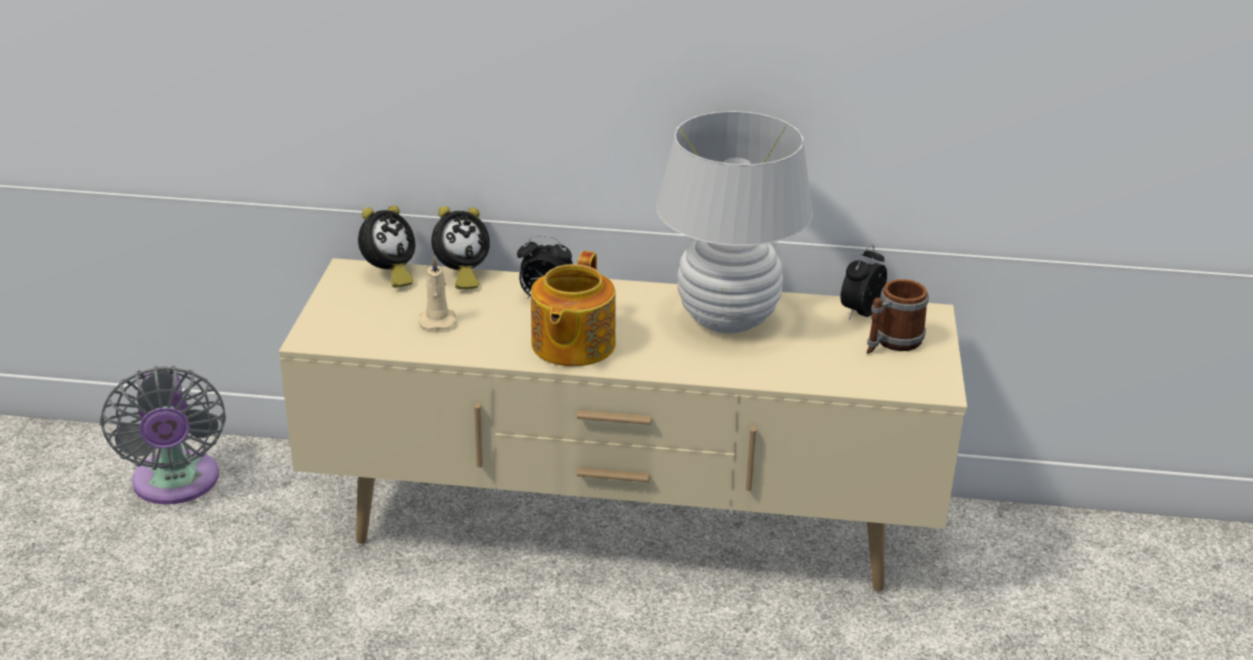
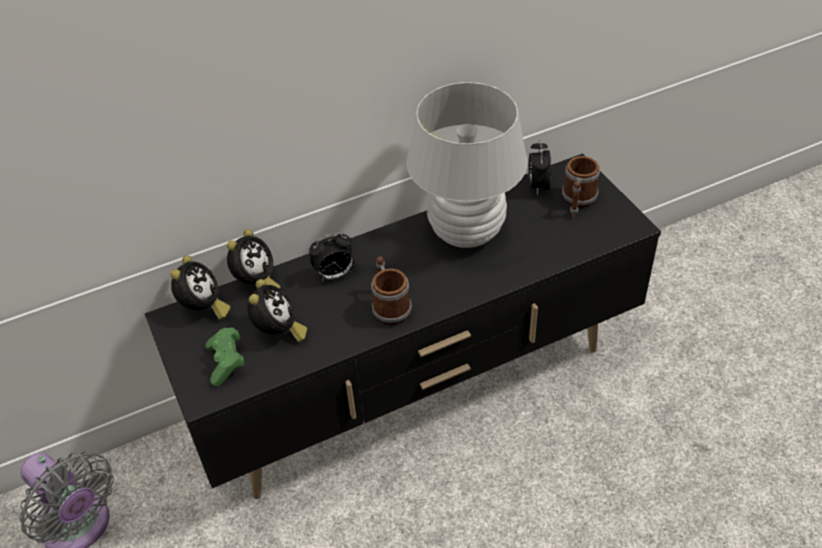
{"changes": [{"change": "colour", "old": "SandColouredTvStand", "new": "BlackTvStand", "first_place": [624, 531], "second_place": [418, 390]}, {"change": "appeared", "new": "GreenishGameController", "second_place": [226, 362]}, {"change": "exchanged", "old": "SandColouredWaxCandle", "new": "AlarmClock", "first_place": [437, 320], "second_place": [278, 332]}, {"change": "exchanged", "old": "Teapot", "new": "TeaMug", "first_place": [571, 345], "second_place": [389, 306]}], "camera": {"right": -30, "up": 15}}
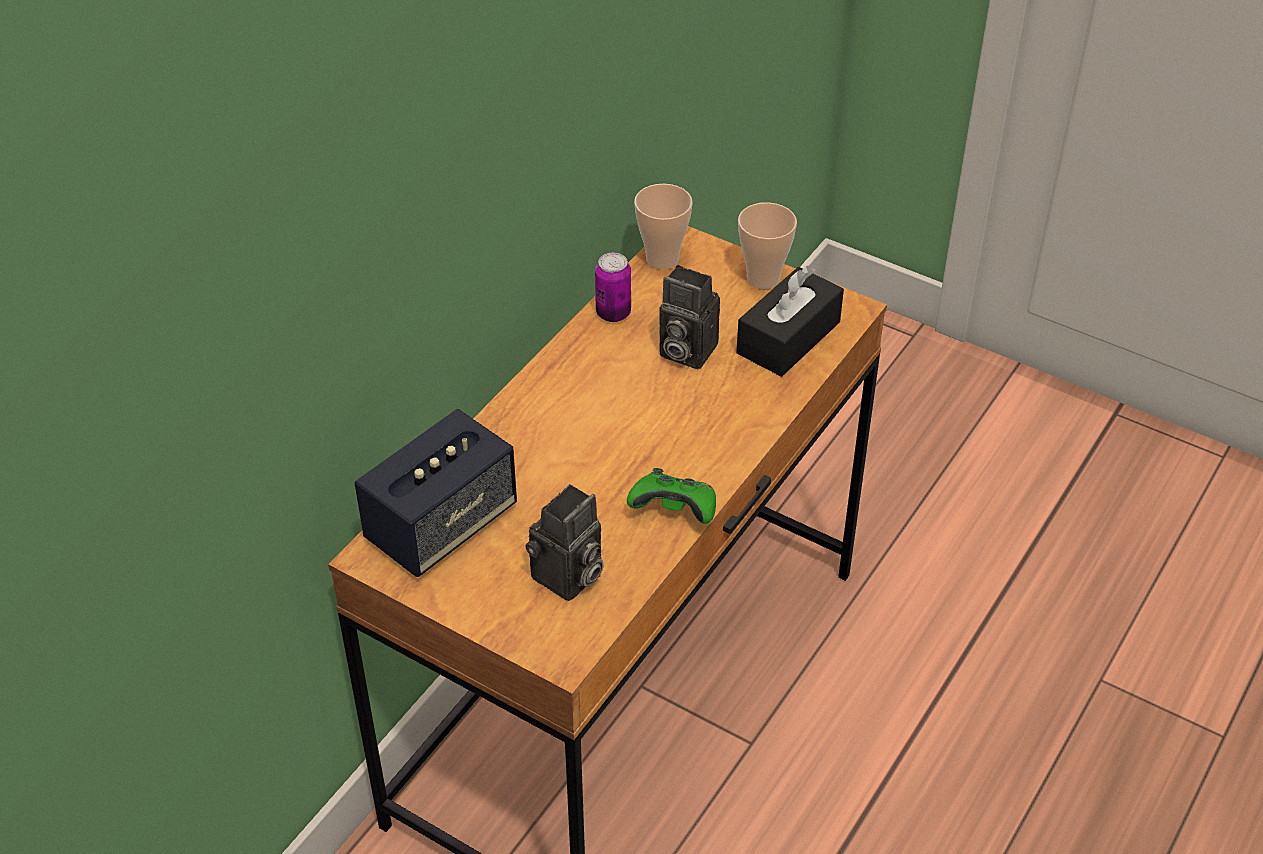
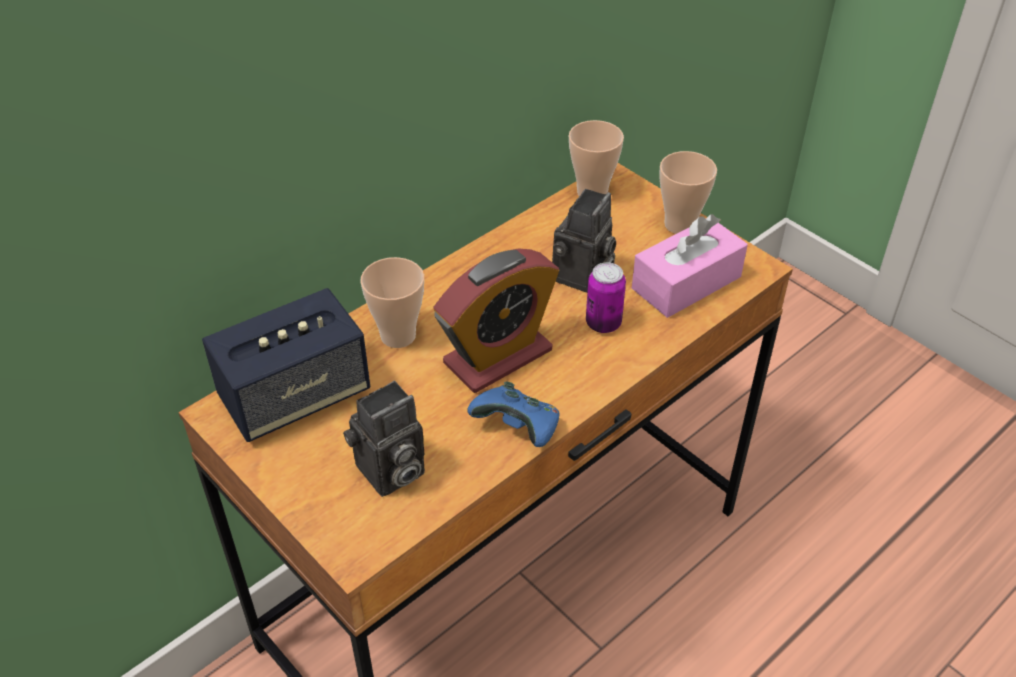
{"changes": [{"change": "appeared", "new": "Cup", "second_place": [398, 336]}, {"change": "appeared", "new": "AlarmClock", "second_place": [498, 357]}, {"change": "colour", "old": "GreenishGameController", "new": "BlueGameController", "first_place": [675, 512], "second_place": [518, 429]}, {"change": "spun", "old": "StillCamera", "first_place": [684, 351], "second_place": [582, 277], "degrees": -105}, {"change": "relocated", "old": "MetalCan", "first_place": [613, 313], "second_place": [603, 323]}, {"change": "colour", "old": "BlackBoxOfTissues", "new": "PinkColouredBoxOfTissues", "first_place": [788, 338], "second_place": [686, 282]}], "camera": {"right": 15, "up": 0}}
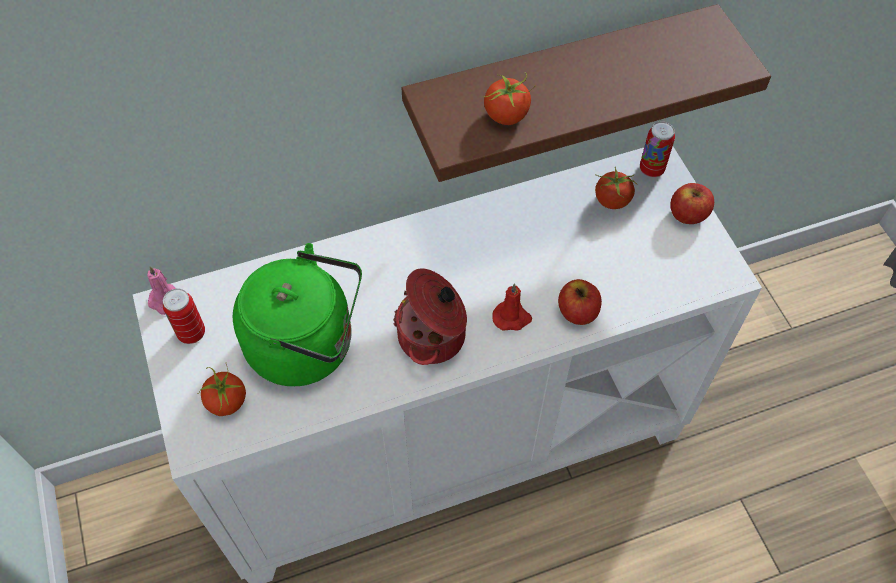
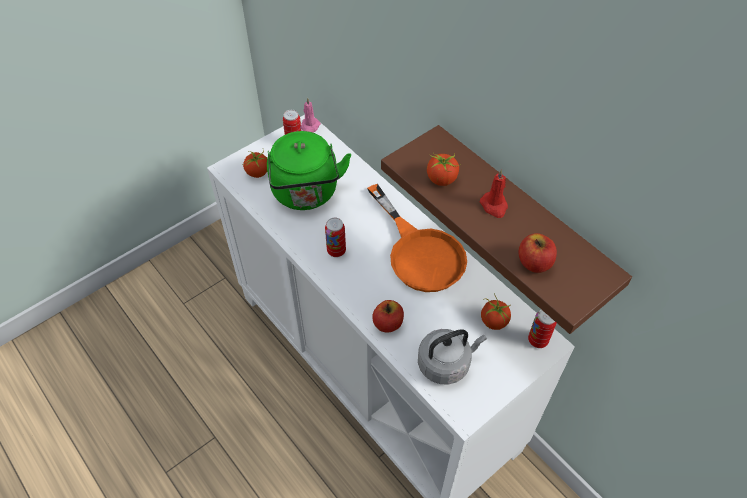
{"changes": [{"change": "exchanged", "old": "CookingPot", "new": "MetalCan", "first_place": [434, 336], "second_place": [336, 251]}, {"change": "appeared", "new": "OrangeyFryingPan", "second_place": [420, 252]}, {"change": "appeared", "new": "GreyishWaterKettle", "second_place": [446, 363]}, {"change": "relocated", "old": "ReddishWaxCandle", "first_place": [512, 318], "second_place": [494, 206]}, {"change": "relocated", "old": "AppleFruit", "first_place": [688, 214], "second_place": [534, 263]}], "camera": {"right": 70, "up": -5}}
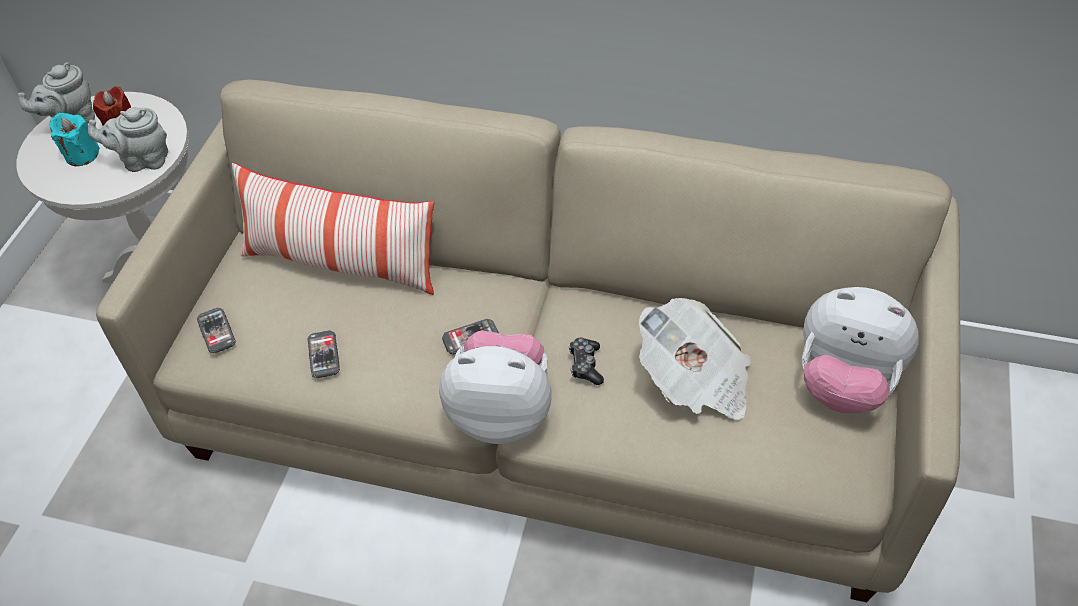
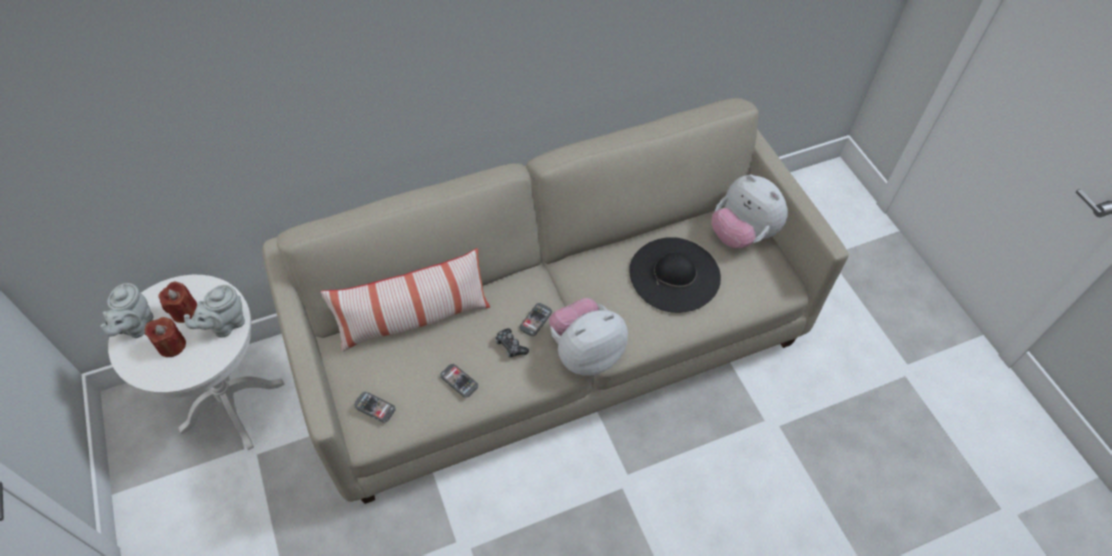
{"changes": [{"change": "colour", "old": "BlueGreenWaxCandle", "new": "ReddishWaxCandle", "first_place": [82, 155], "second_place": [172, 345]}, {"change": "relocated", "old": "GameController", "first_place": [585, 365], "second_place": [510, 346]}, {"change": "exchanged", "old": "Newspaper", "new": "BlackWearableHat", "first_place": [694, 380], "second_place": [674, 274]}, {"change": "spun", "old": "CuddlyToy", "first_place": [844, 382], "second_place": [742, 234], "degrees": 60}], "camera": {"right": -40, "up": 5}}
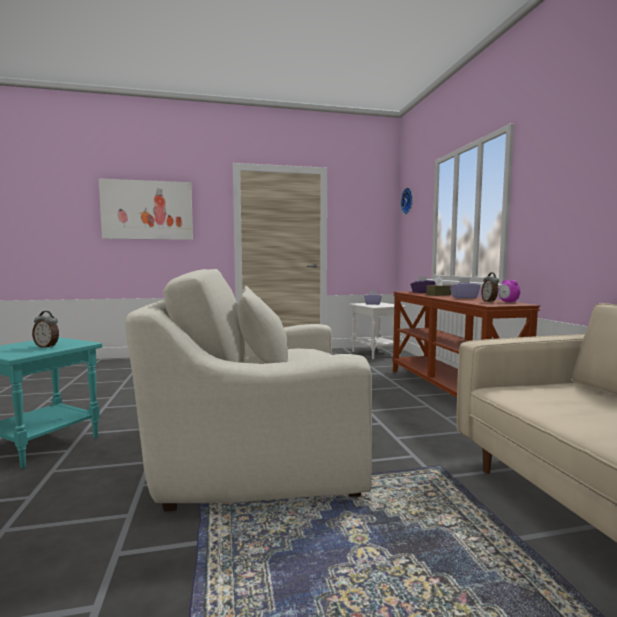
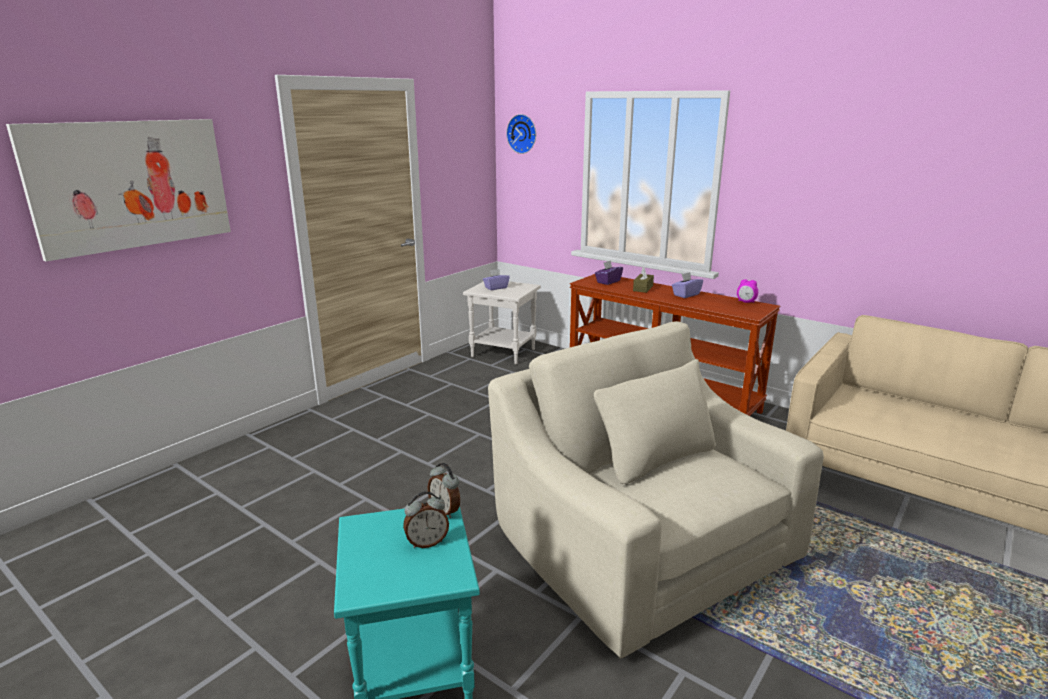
{"changes": [{"change": "relocated", "old": "AlarmClock", "first_place": [489, 302], "second_place": [445, 511]}, {"change": "spun", "old": "SandColouredLoungeChair", "first_place": [256, 450], "second_place": [642, 547], "degrees": 105}], "camera": {"right": -40, "up": 15}}
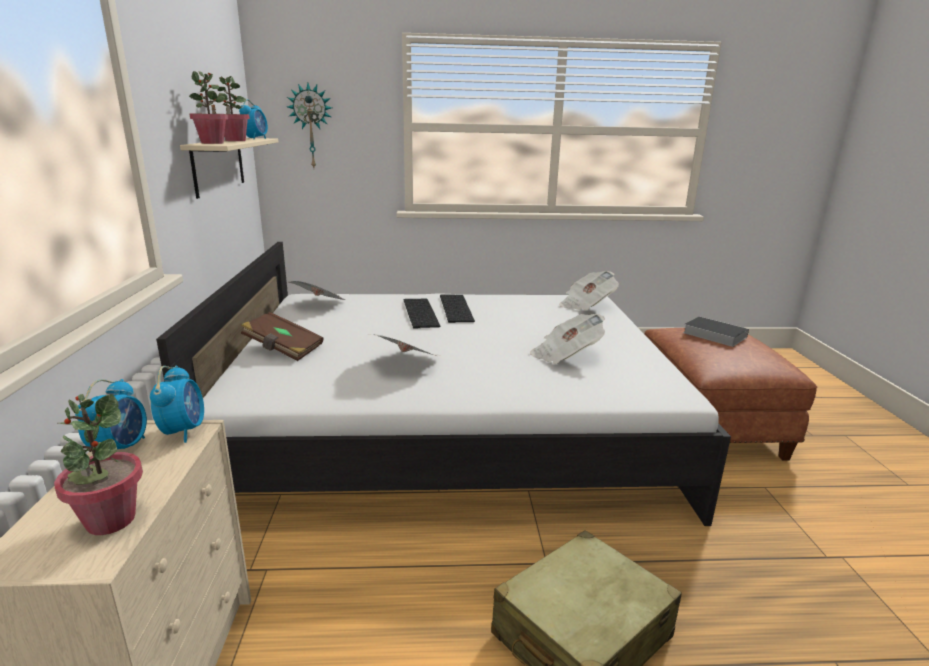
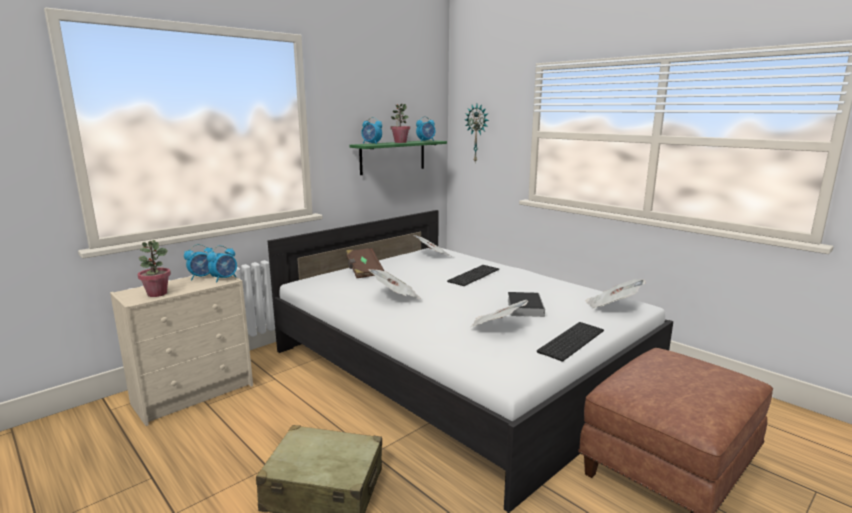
{"changes": [{"change": "colour", "old": "SandColouredWallShelf", "new": "GreenishWallShelf", "first_place": [218, 165], "second_place": [393, 157]}, {"change": "exchanged", "old": "PlantInAPot", "new": "AlarmClock", "first_place": [212, 143], "second_place": [371, 144]}, {"change": "relocated", "old": "Volume", "first_place": [712, 334], "second_place": [524, 307]}, {"change": "relocated", "old": "ComputerKeyboard", "first_place": [454, 308], "second_place": [570, 340]}], "camera": {"right": 50, "up": -5}}
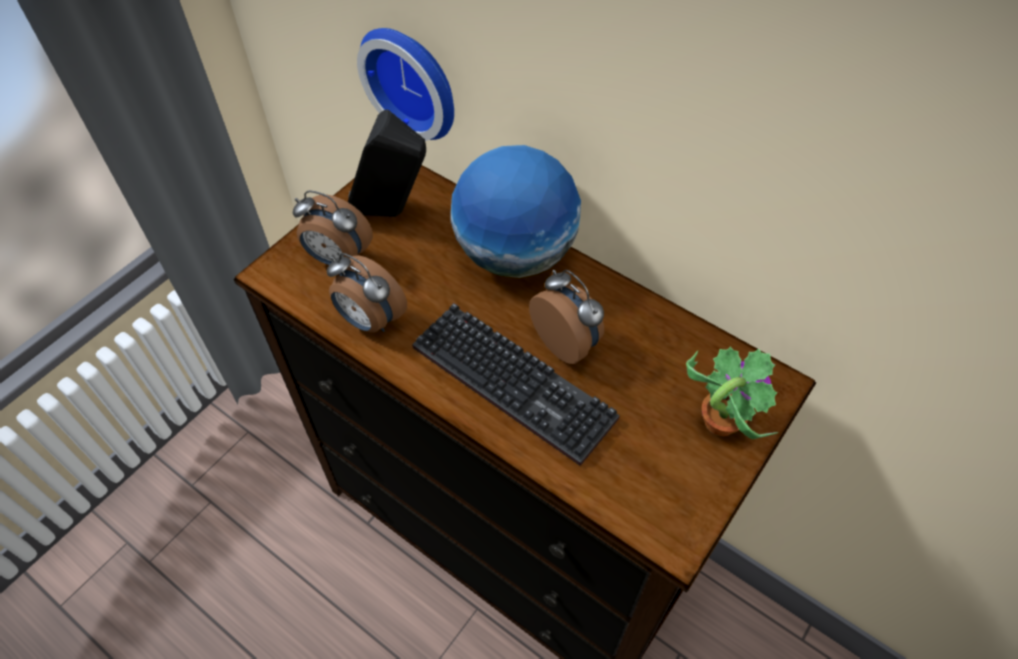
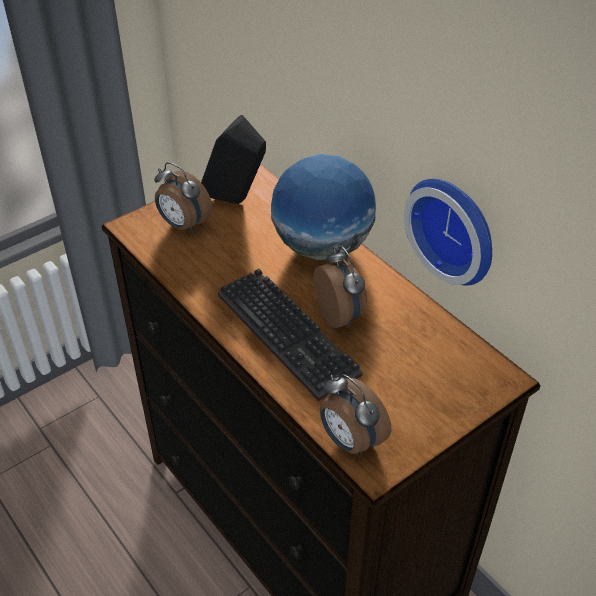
{"changes": [{"change": "relocated", "old": "AlarmClock", "first_place": [370, 320], "second_place": [350, 441]}, {"change": "relocated", "old": "HangingClock", "first_place": [413, 80], "second_place": [455, 228]}, {"change": "missing", "old": "PlantInAPot", "first_place": [719, 421]}], "camera": {"right": 15, "up": -10}}
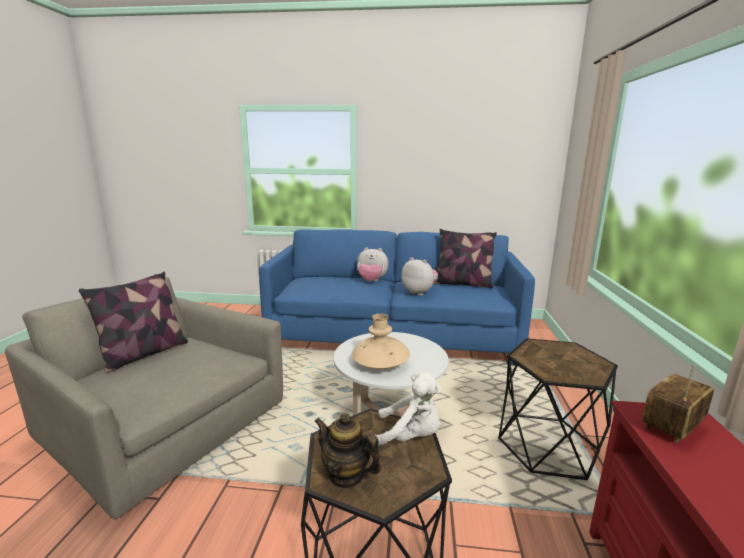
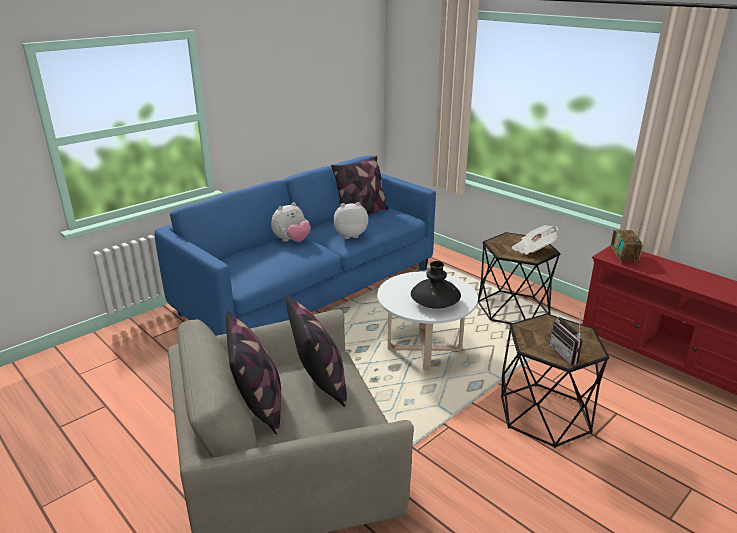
{"changes": [{"change": "appeared", "new": "ThrowPillow", "second_place": [320, 382]}, {"change": "colour", "old": "SandColouredDecorativeVase", "new": "BlackDecorativeVase", "first_place": [380, 363], "second_place": [435, 302]}, {"change": "appeared", "new": "Newspaper", "second_place": [533, 250]}, {"change": "exchanged", "old": "Teapot", "new": "RadioReceiver", "first_place": [346, 475], "second_place": [567, 354]}, {"change": "missing", "old": "WhiteCuddlyToy", "first_place": [409, 437]}], "camera": {"right": -50, "up": 10}}
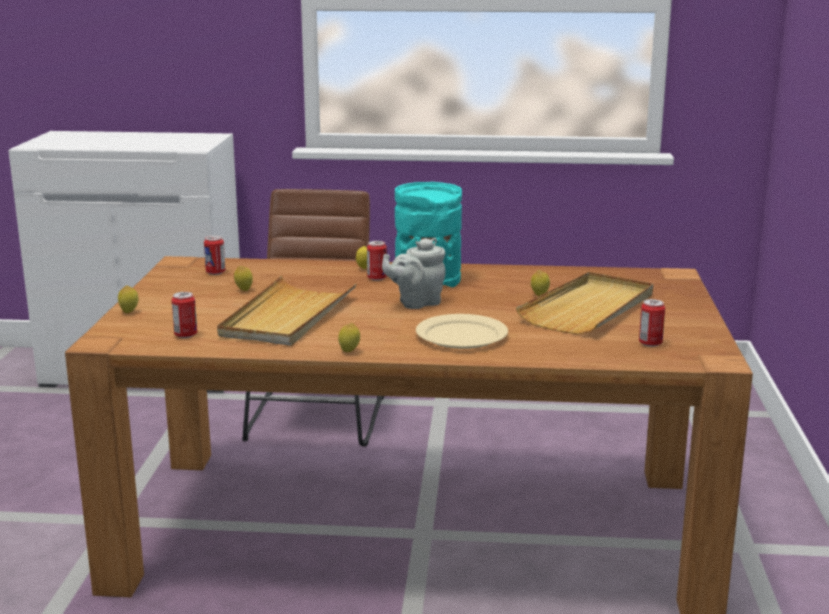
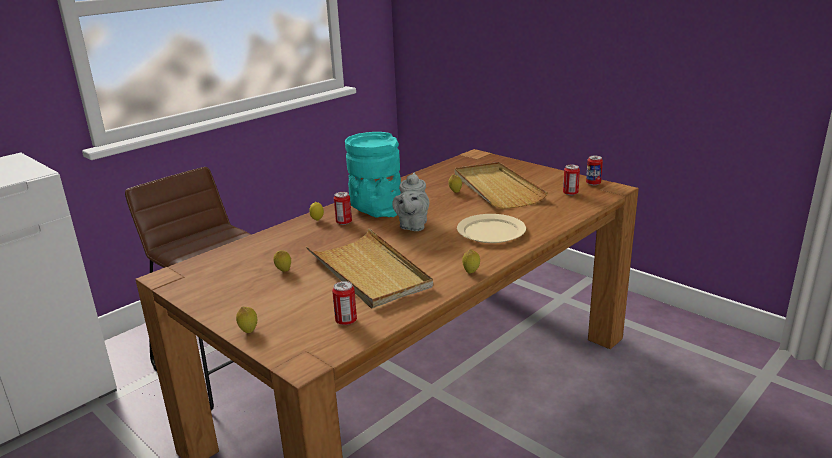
{"changes": [{"change": "relocated", "old": "MetalCan", "first_place": [215, 272], "second_place": [593, 183]}], "camera": {"right": -50, "up": 5}}
